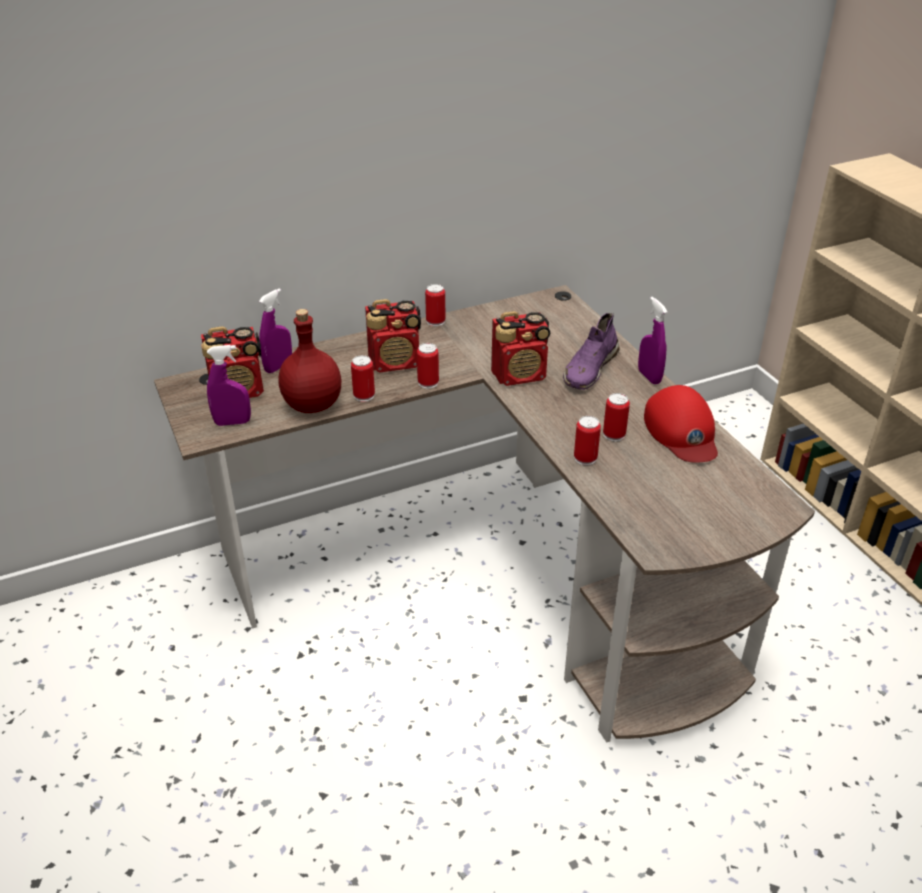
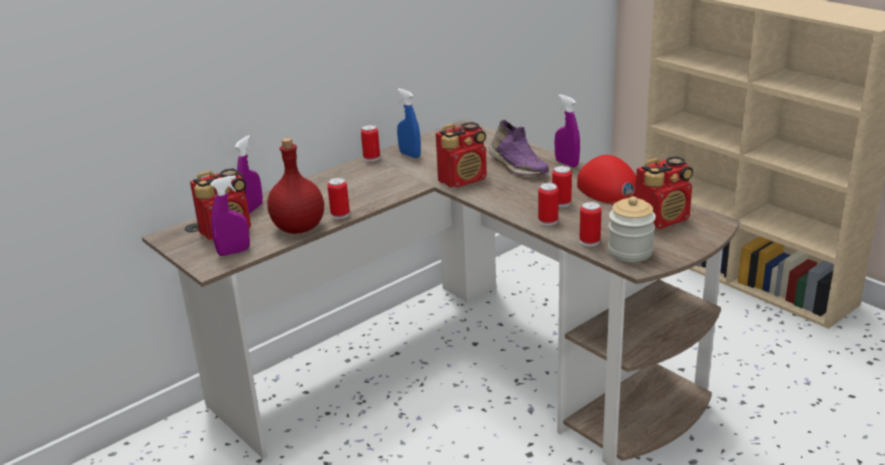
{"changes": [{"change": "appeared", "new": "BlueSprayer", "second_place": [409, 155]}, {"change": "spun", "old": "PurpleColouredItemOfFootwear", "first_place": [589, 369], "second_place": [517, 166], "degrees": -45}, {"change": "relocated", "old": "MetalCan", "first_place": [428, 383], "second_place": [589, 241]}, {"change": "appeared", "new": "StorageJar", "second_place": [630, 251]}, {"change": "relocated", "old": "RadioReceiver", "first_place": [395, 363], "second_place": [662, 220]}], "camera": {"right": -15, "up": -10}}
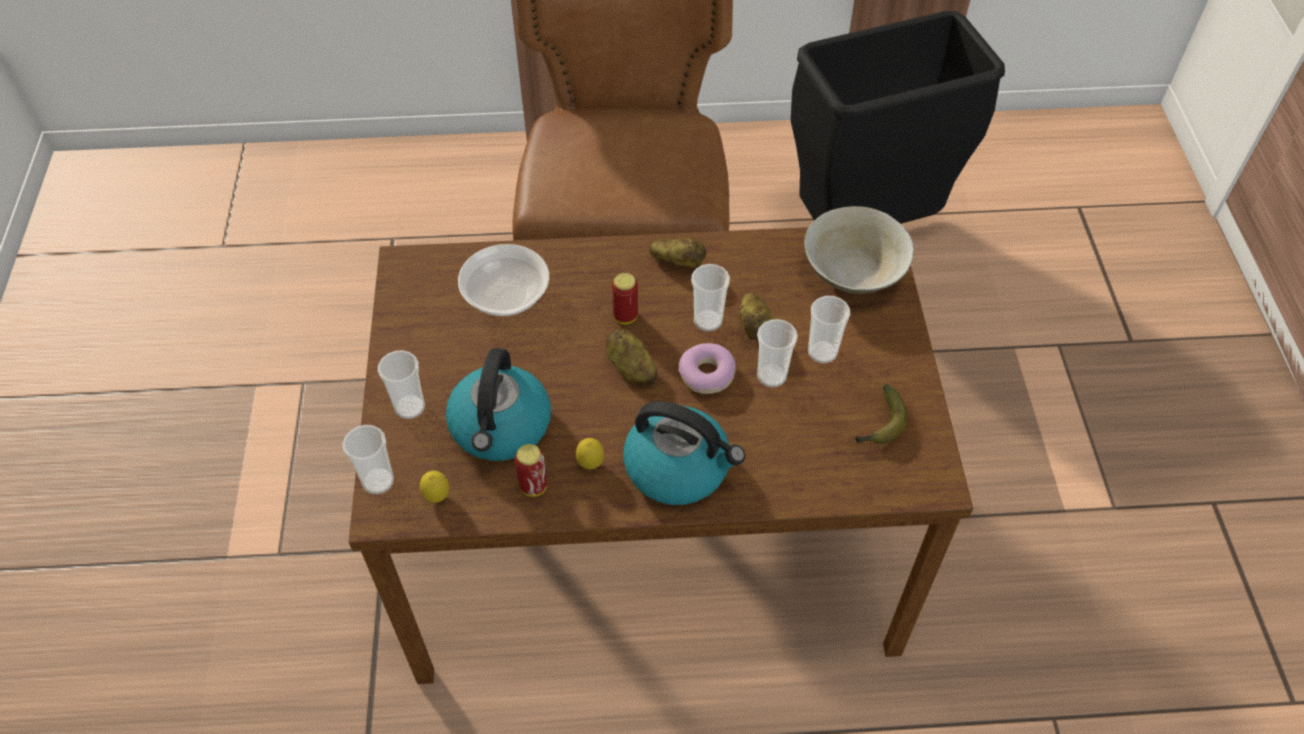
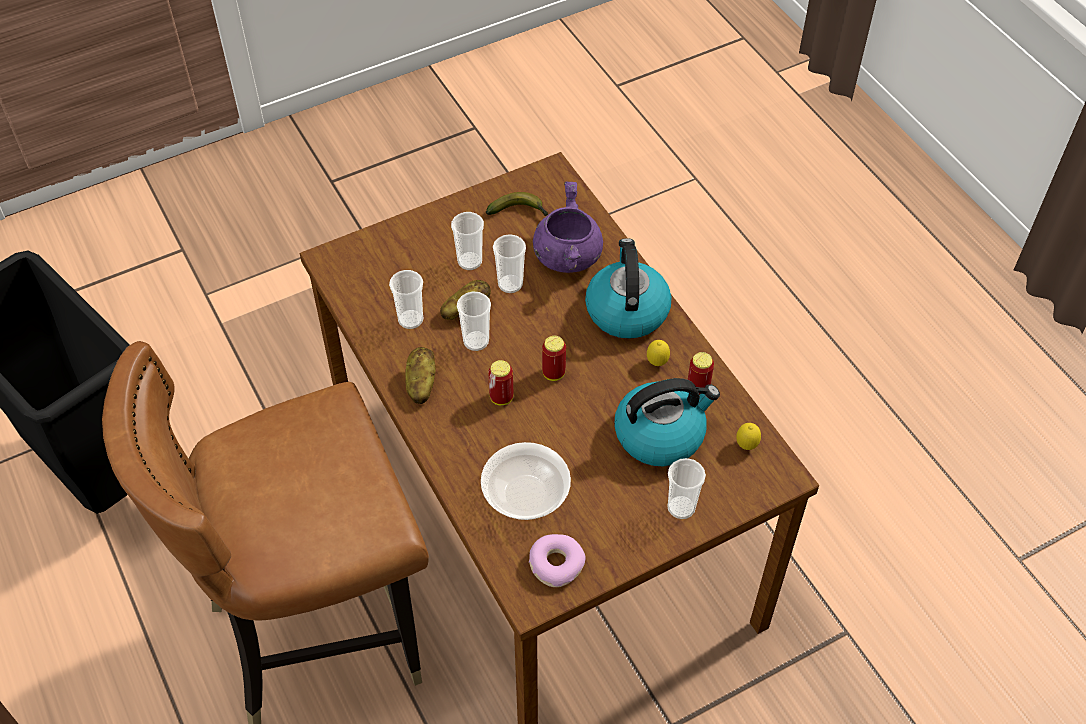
{"changes": [{"change": "relocated", "old": "Cup", "first_place": [378, 481], "second_place": [410, 319]}, {"change": "relocated", "old": "Donut", "first_place": [707, 374], "second_place": [556, 564]}, {"change": "appeared", "new": "PurpleColouredCookingPot", "second_place": [567, 256]}, {"change": "exchanged", "old": "WholePotato", "new": "MetalCan", "first_place": [630, 368], "second_place": [553, 373]}, {"change": "missing", "old": "SandColouredServingBowl", "first_place": [852, 274]}], "camera": {"right": -115, "up": 0}}
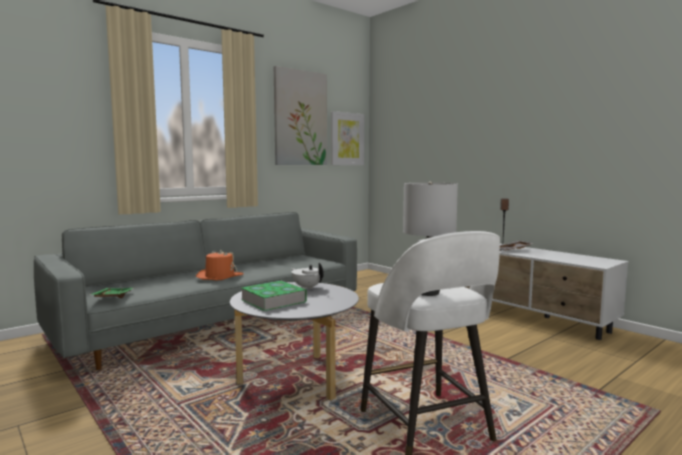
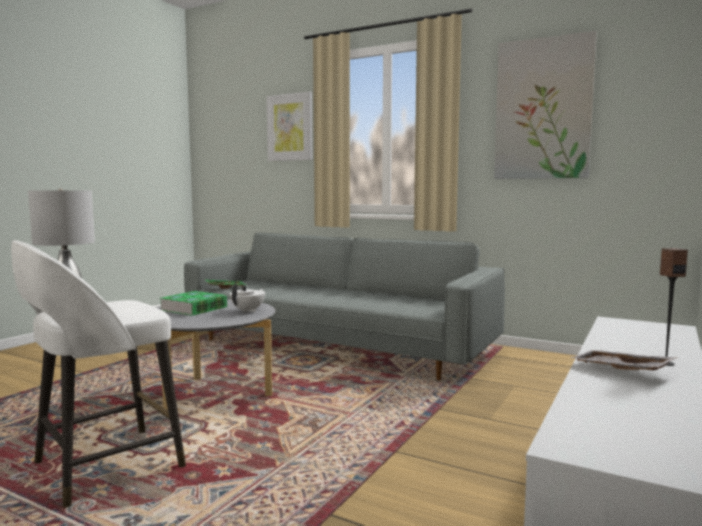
{"changes": [{"change": "relocated", "old": "WallArt", "first_place": [347, 139], "second_place": [290, 127]}, {"change": "missing", "old": "OrangeyWearableHat", "first_place": [219, 276]}], "camera": {"right": 70, "up": 0}}
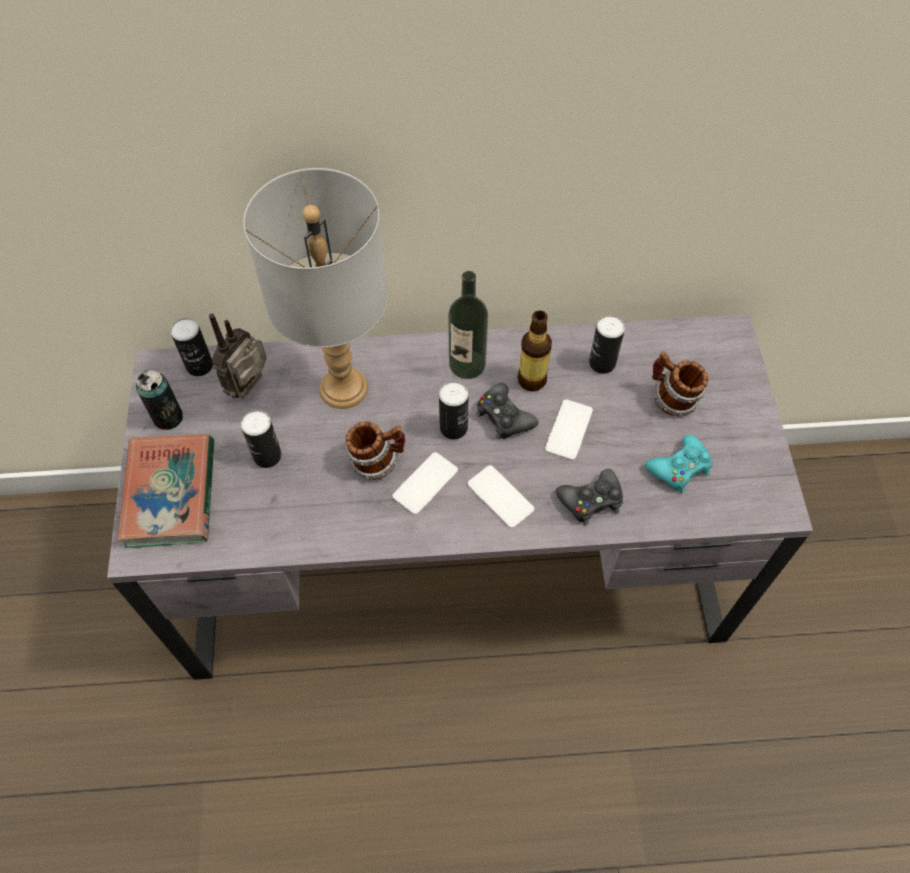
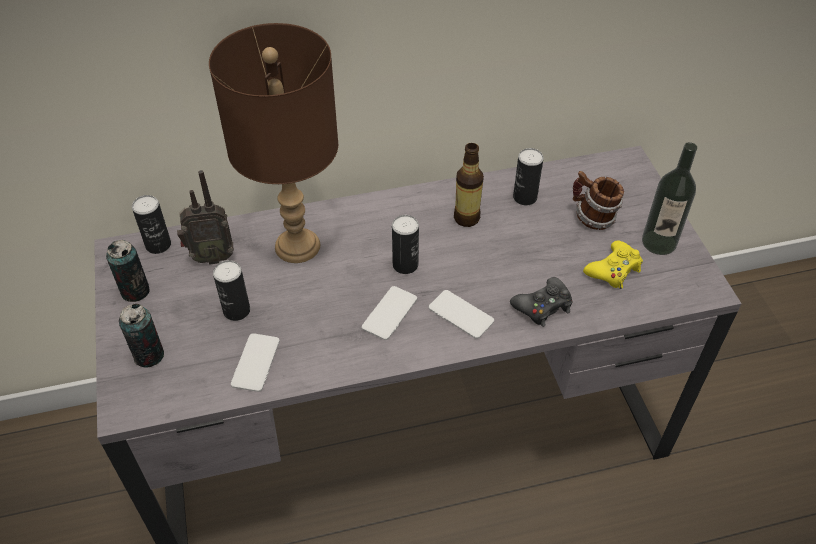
{"changes": [{"change": "exchanged", "old": "Volume", "new": "MetalCan", "first_place": [171, 494], "second_place": [149, 355]}, {"change": "spun", "old": "RadioReceiver", "first_place": [251, 388], "second_place": [211, 256], "degrees": -120}, {"change": "colour", "old": "GreyishTabletopLamp", "new": "BrownTabletopLamp", "first_place": [344, 388], "second_place": [298, 246]}, {"change": "relocated", "old": "Phone", "first_place": [569, 430], "second_place": [256, 363]}, {"change": "colour", "old": "BlueGreenGameController", "new": "YellowGameController", "first_place": [679, 468], "second_place": [613, 270]}, {"change": "relocated", "old": "DrinkBottle", "first_place": [467, 364], "second_place": [659, 242]}, {"change": "missing", "old": "TeaMug", "first_place": [377, 461]}, {"change": "missing", "old": "BlackGameController", "first_place": [504, 417]}], "camera": {"right": -10, "up": -10}}
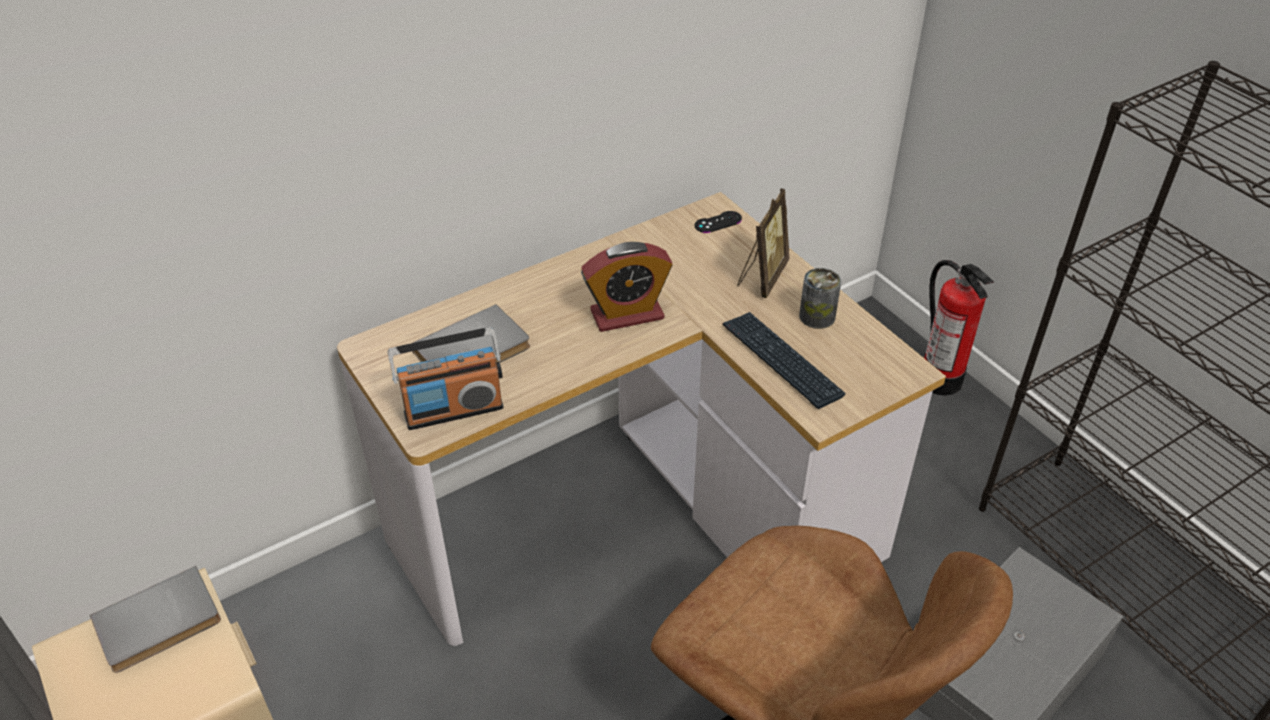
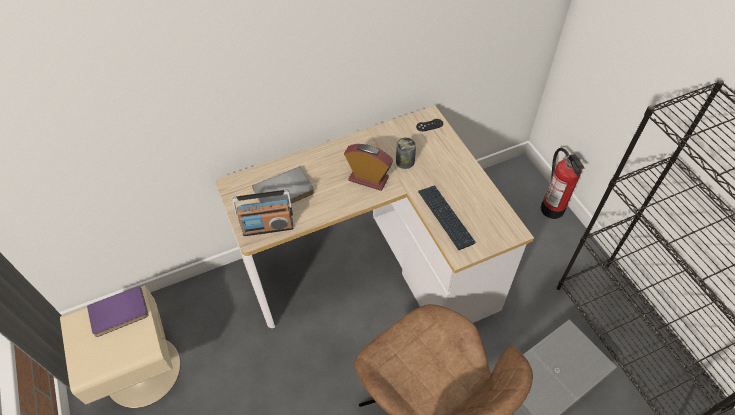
{"changes": [{"change": "colour", "old": "GreyishVolume", "new": "PurpleColouredVolume", "first_place": [159, 624], "second_place": [119, 314]}, {"change": "spun", "old": "AlarmClock", "first_place": [627, 314], "second_place": [368, 179], "degrees": -150}, {"change": "relocated", "old": "MetalCan", "first_place": [817, 316], "second_place": [405, 161]}, {"change": "missing", "old": "PhotoFrame", "first_place": [761, 277]}], "camera": {"right": 10, "up": 10}}
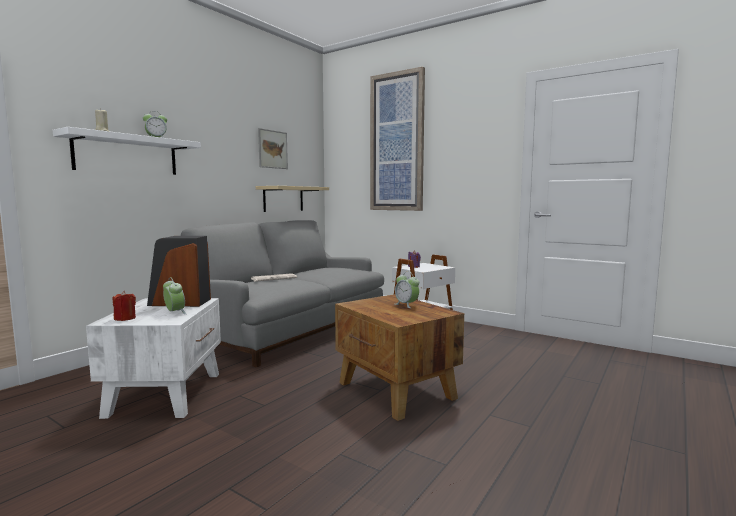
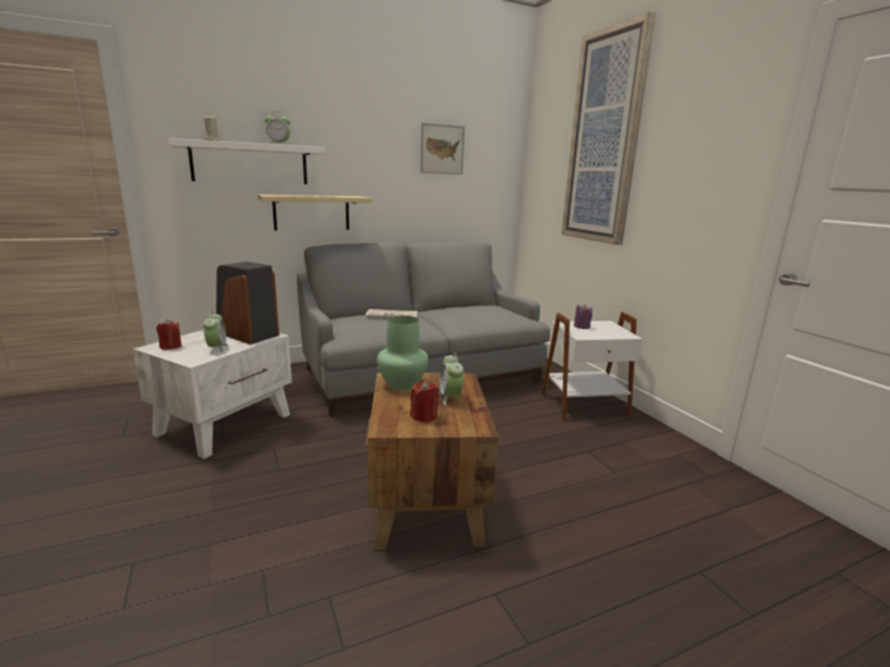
{"changes": [{"change": "relocated", "old": "SandColouredWallShelf", "first_place": [283, 199], "second_place": [311, 212]}, {"change": "appeared", "new": "GreenishDecorativeVase", "second_place": [401, 384]}, {"change": "appeared", "new": "ReddishWaxCandle", "second_place": [424, 416]}], "camera": {"right": 30, "up": 10}}
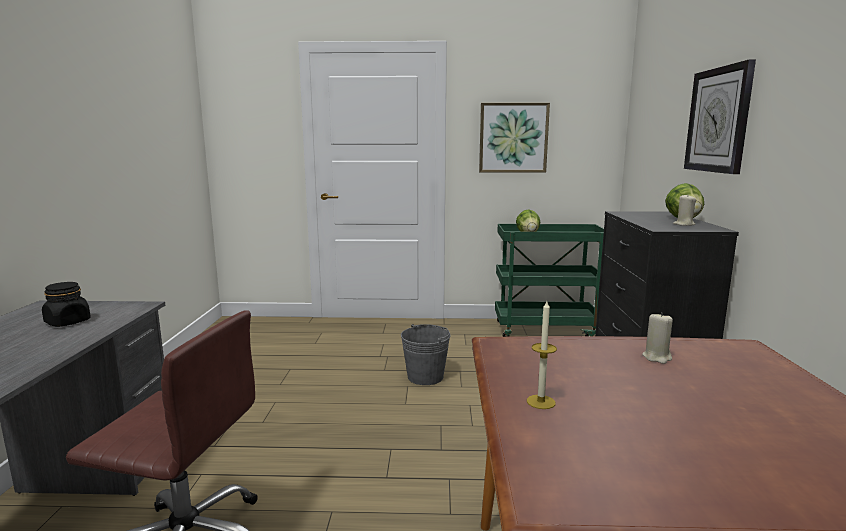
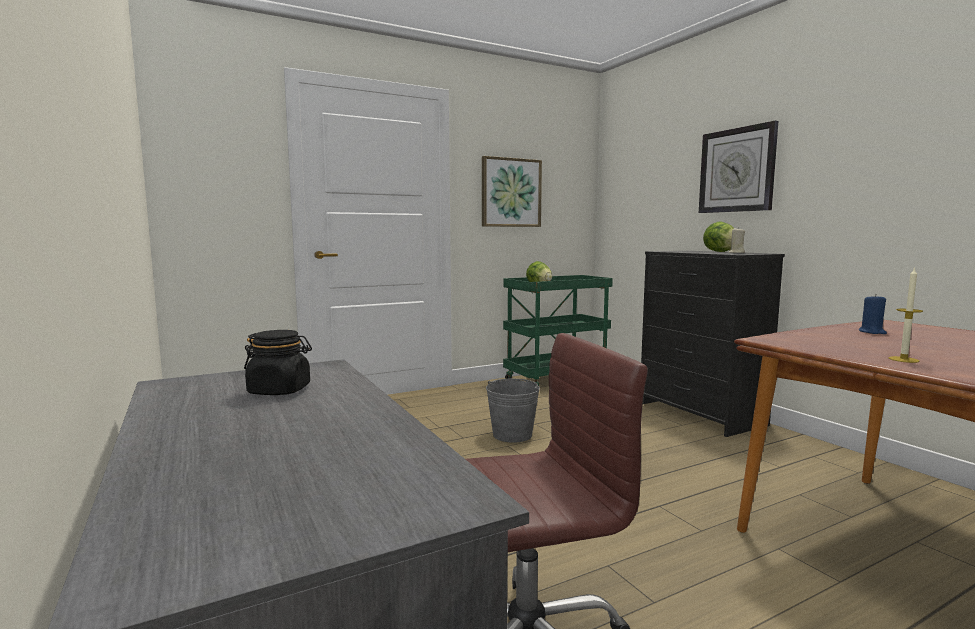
{"changes": [{"change": "colour", "old": "SandColouredWaxCandle", "new": "BlueWaxCandle", "first_place": [657, 357], "second_place": [872, 332]}], "camera": {"right": -30, "up": -5}}
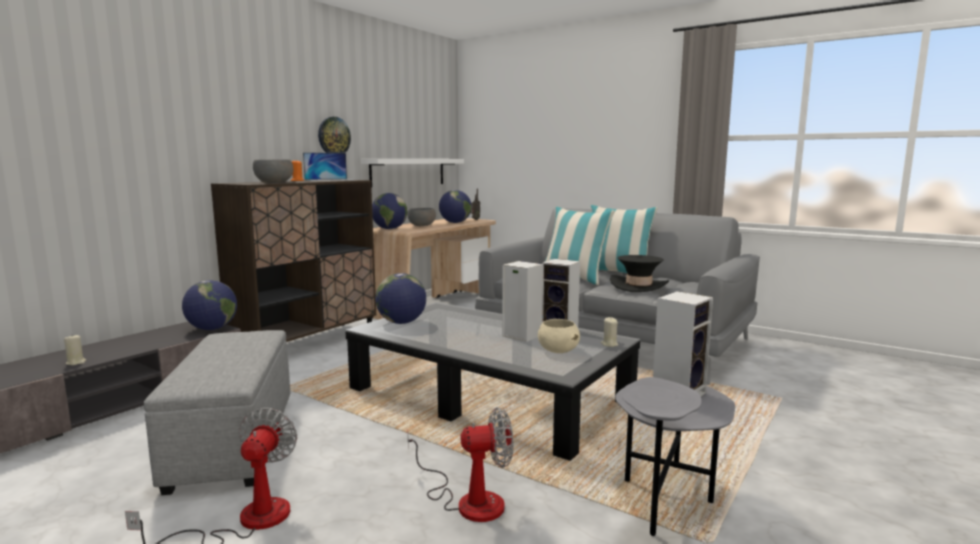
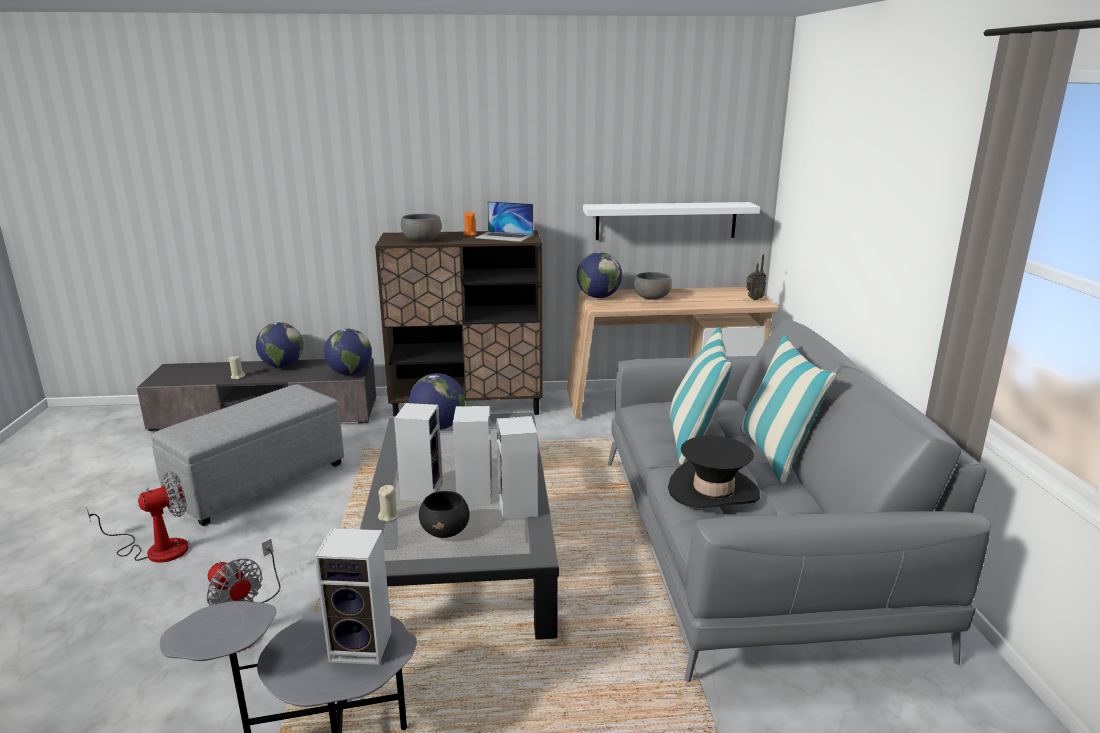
{"changes": [{"change": "relocated", "old": "WorldGlobe", "first_place": [455, 222], "second_place": [282, 366]}, {"change": "relocated", "old": "SandColouredWaxCandle", "first_place": [609, 344], "second_place": [388, 516]}, {"change": "appeared", "new": "Loudspeaker", "second_place": [421, 490]}, {"change": "colour", "old": "SandColouredServingBowl", "new": "BlackServingBowl", "first_place": [558, 351], "second_place": [445, 531]}, {"change": "missing", "old": "HangingClock", "first_place": [333, 136]}], "camera": {"right": 50, "up": 10}}
